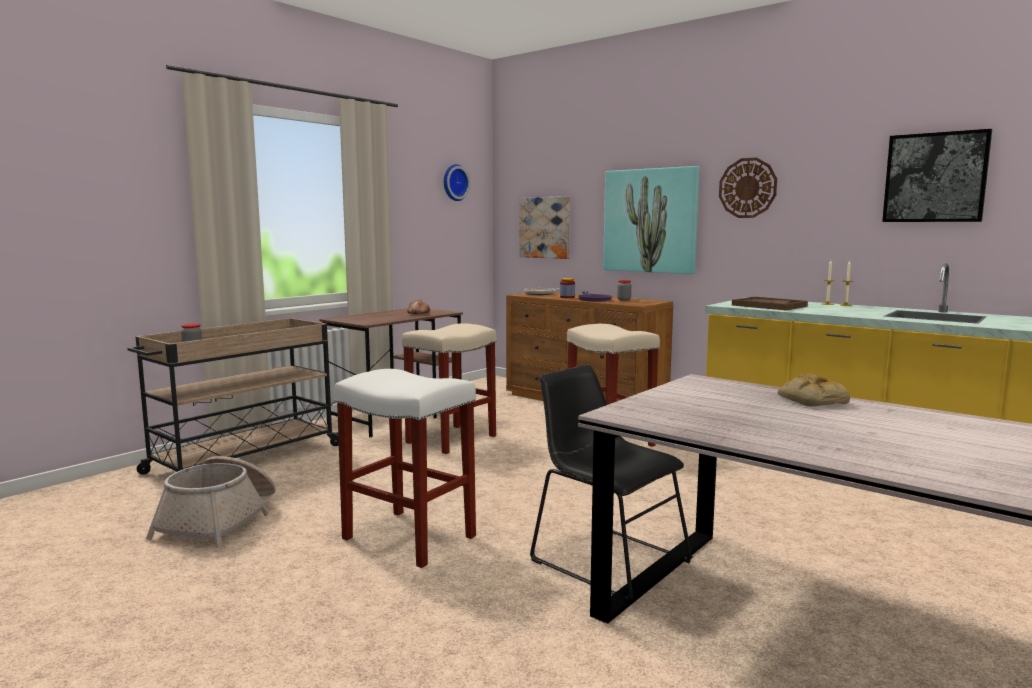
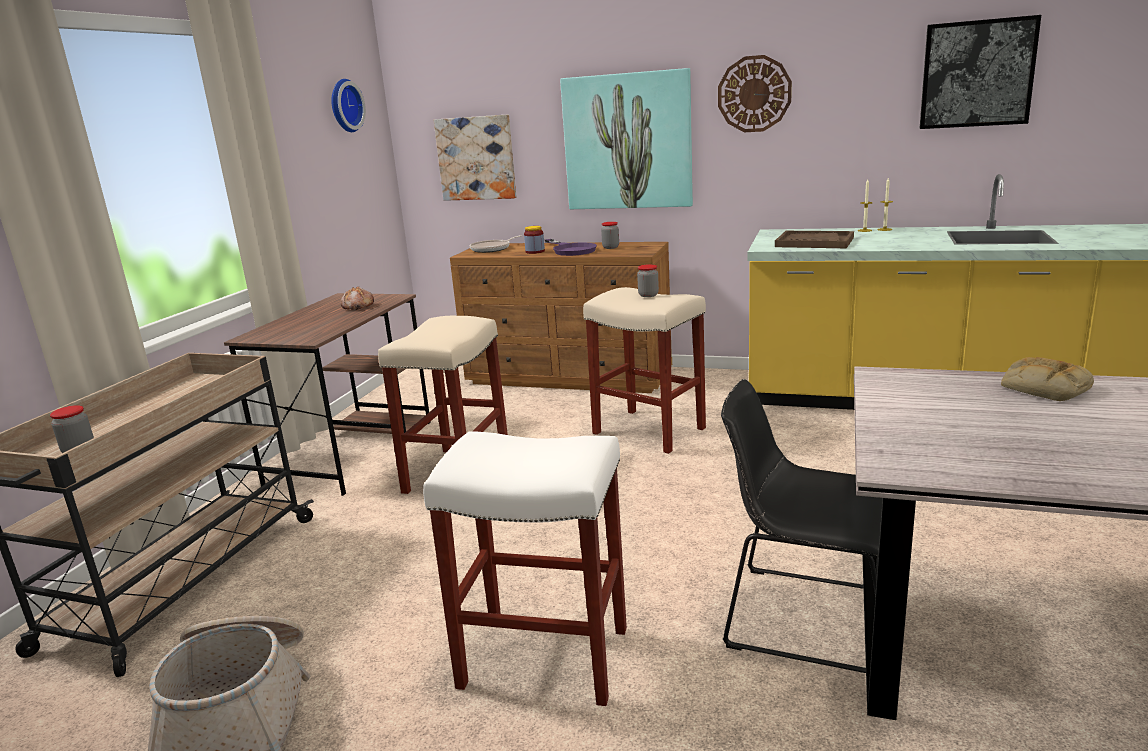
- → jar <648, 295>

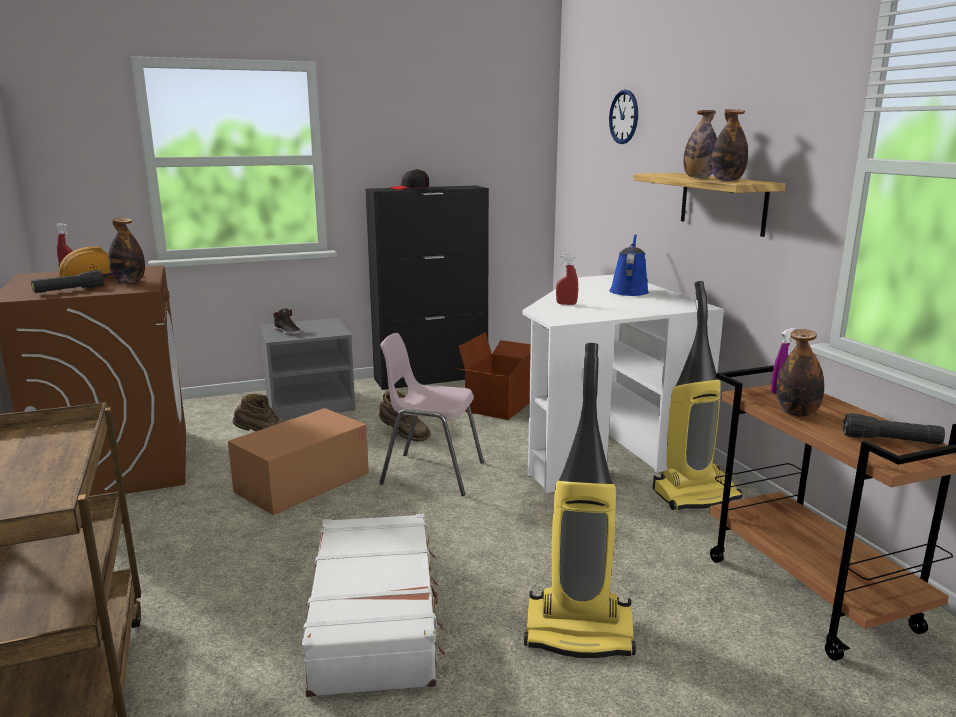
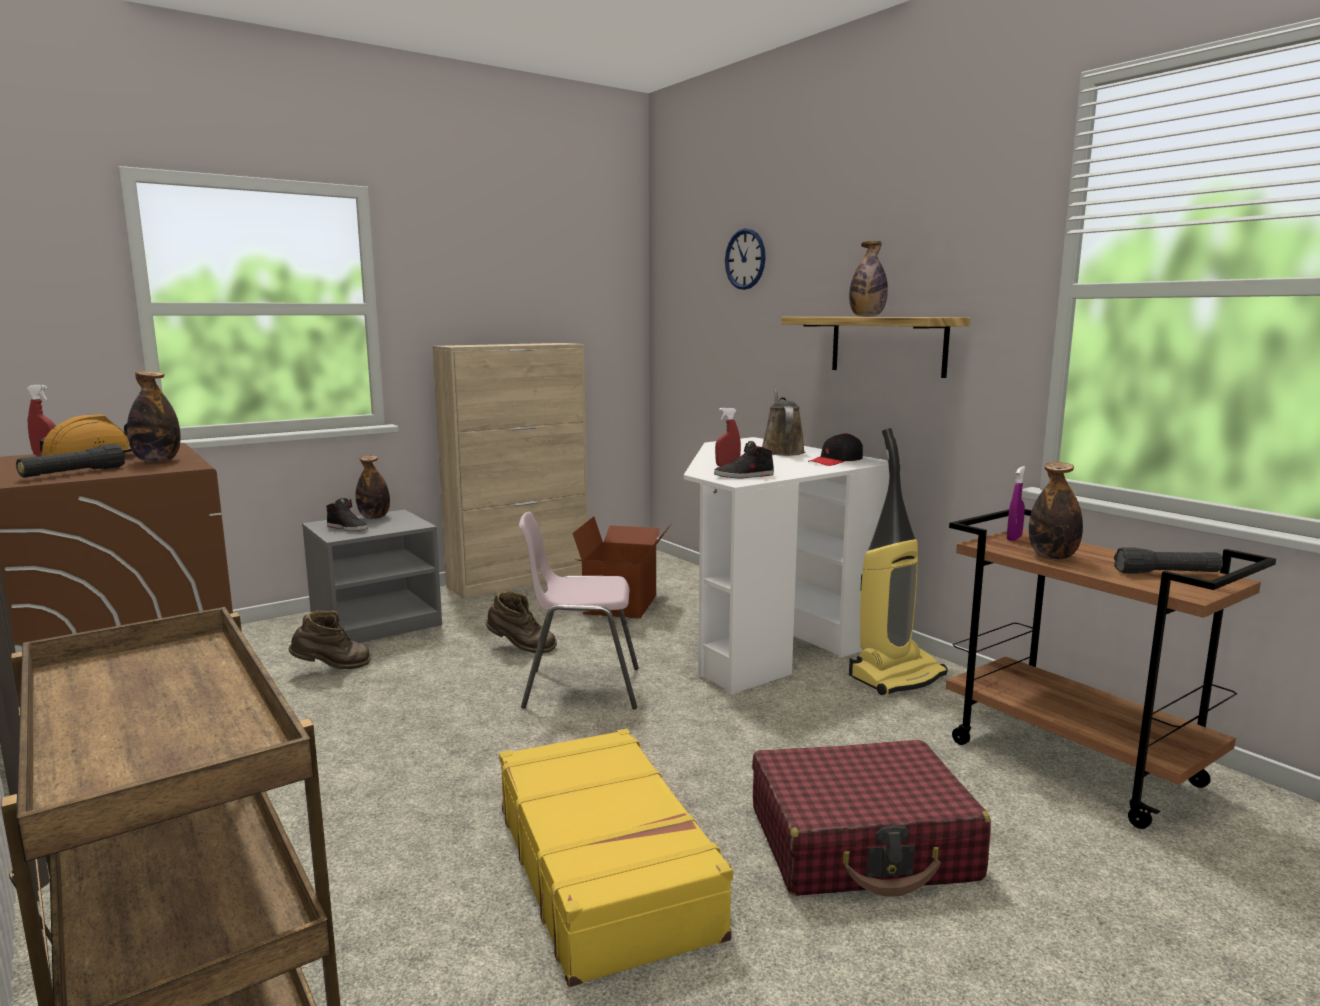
bottle <727, 180> → bottle <374, 517>, shifted
black cabinet <432, 377> → beige cabinet <520, 580>
white suitcase <376, 617> → yellow suitcase <605, 868>
- → black shoe <744, 476>
vacuum cleaner <580, 631> → red suitcase <862, 844>
blue watering can <629, 291> → brown watering can <781, 451>
black cap <410, 188> → black cap <836, 461>, shifted
cardboard box <303, 482> → -

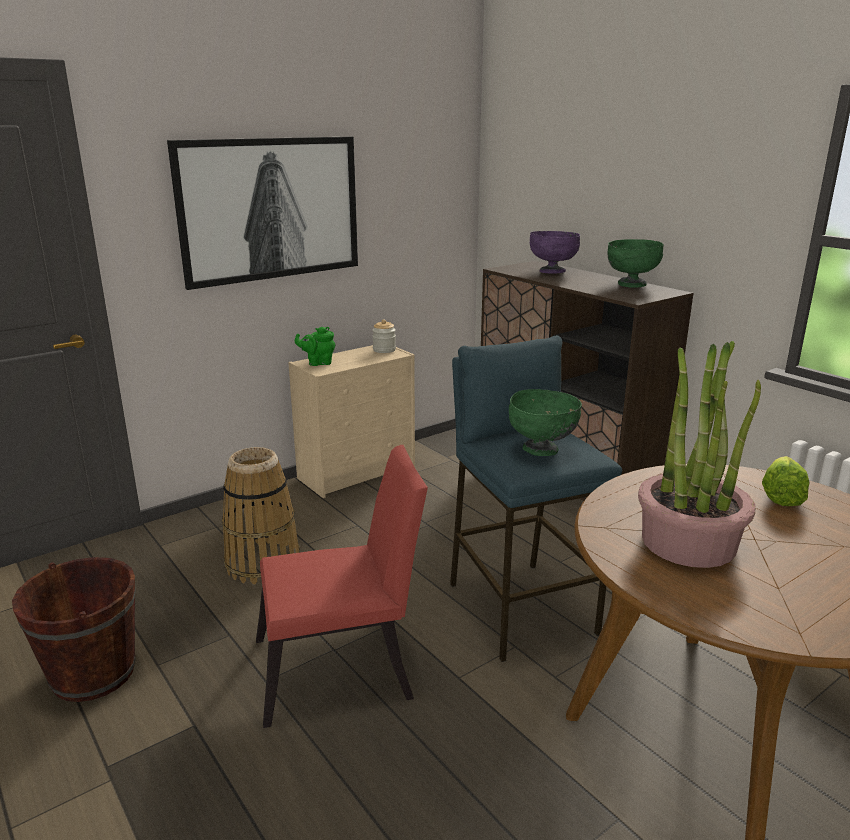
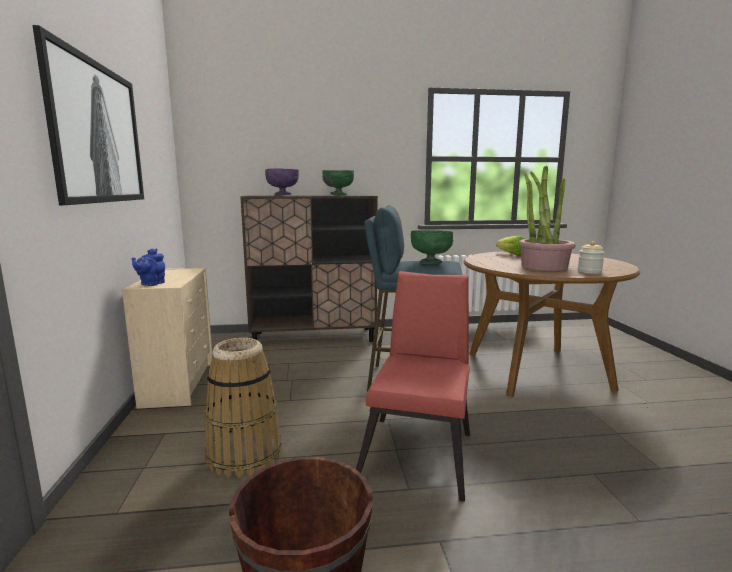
green teapot <318, 363> → blue teapot <151, 284>
jar <384, 350> → jar <589, 271>, shifted

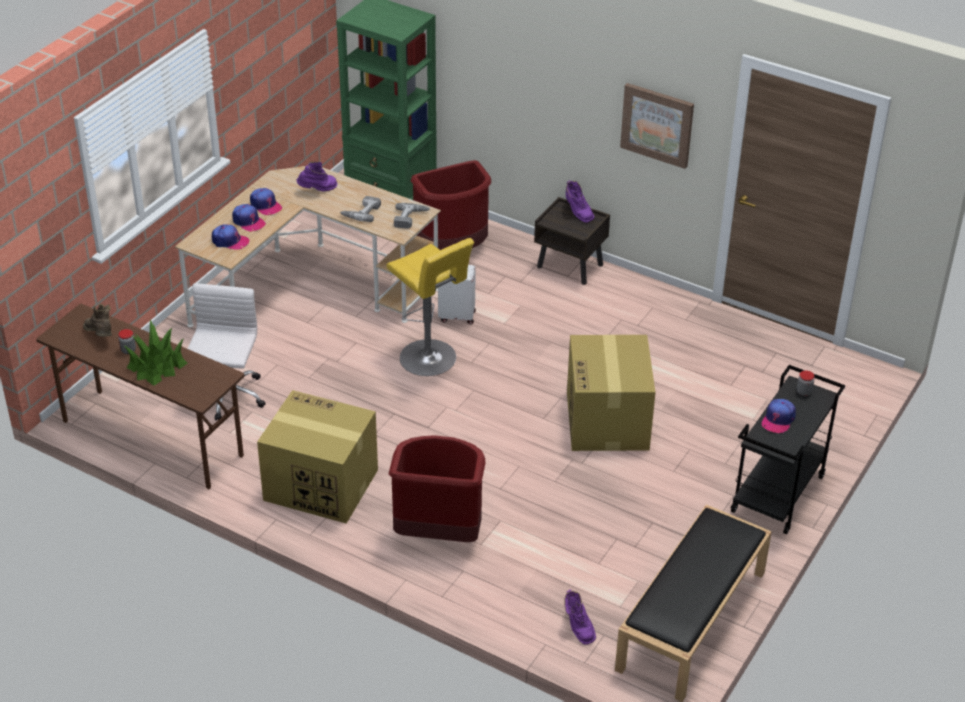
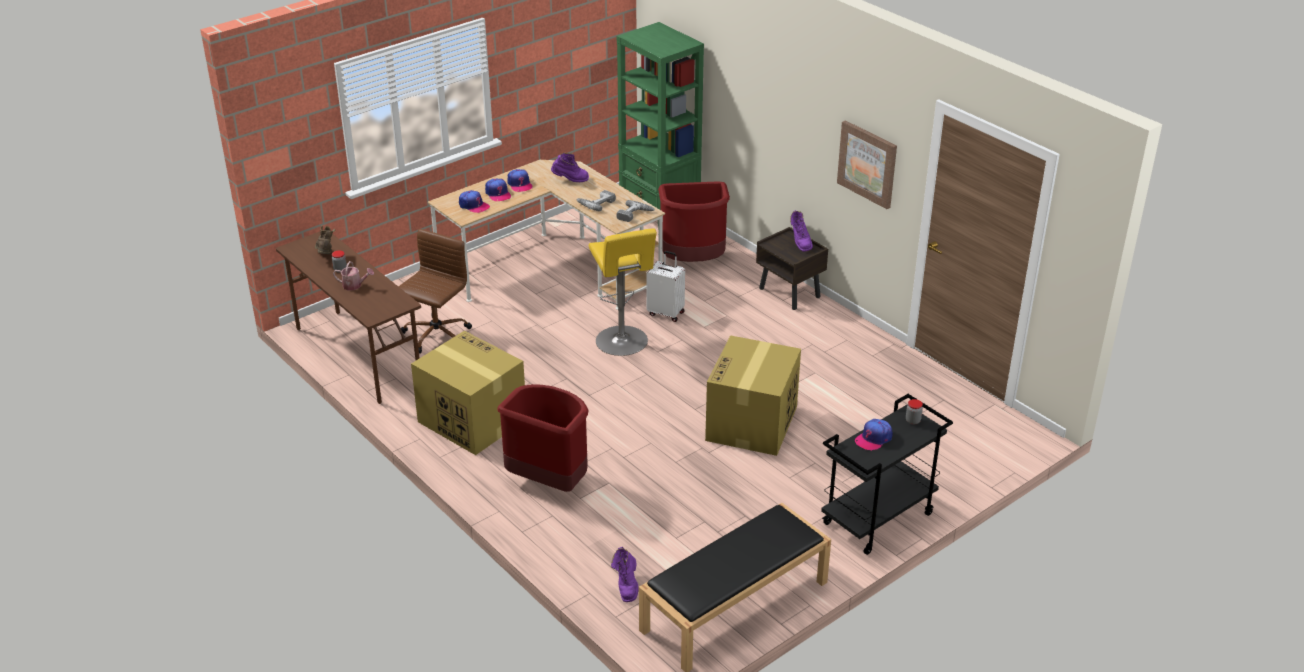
potted plant <156, 366> → watering can <354, 285>
white office chair <226, 396> → brown office chair <436, 336>

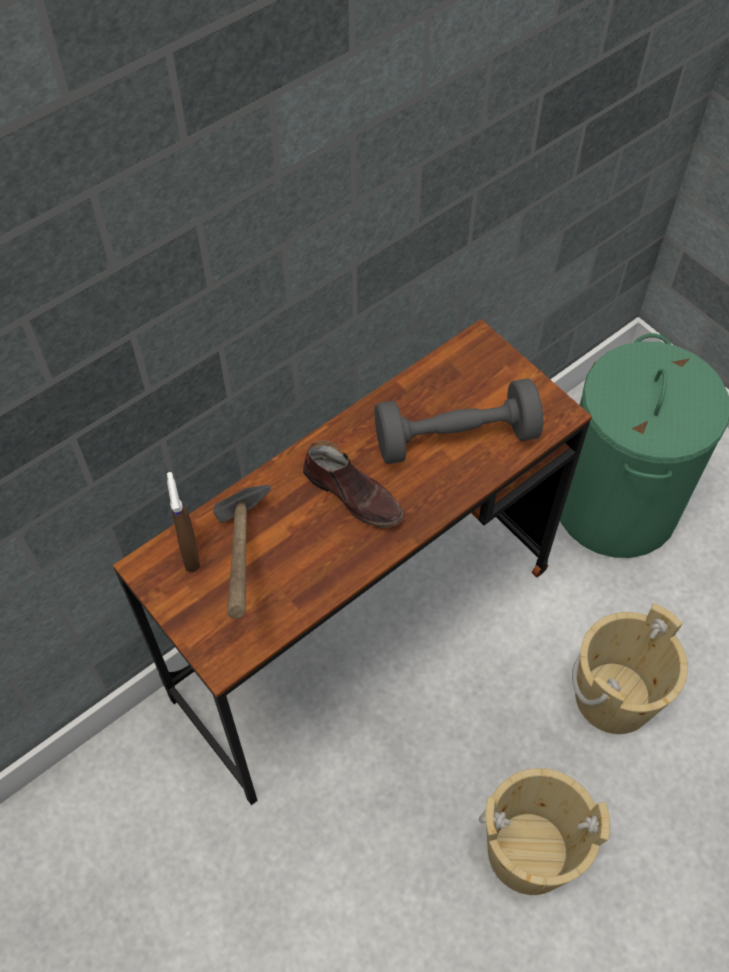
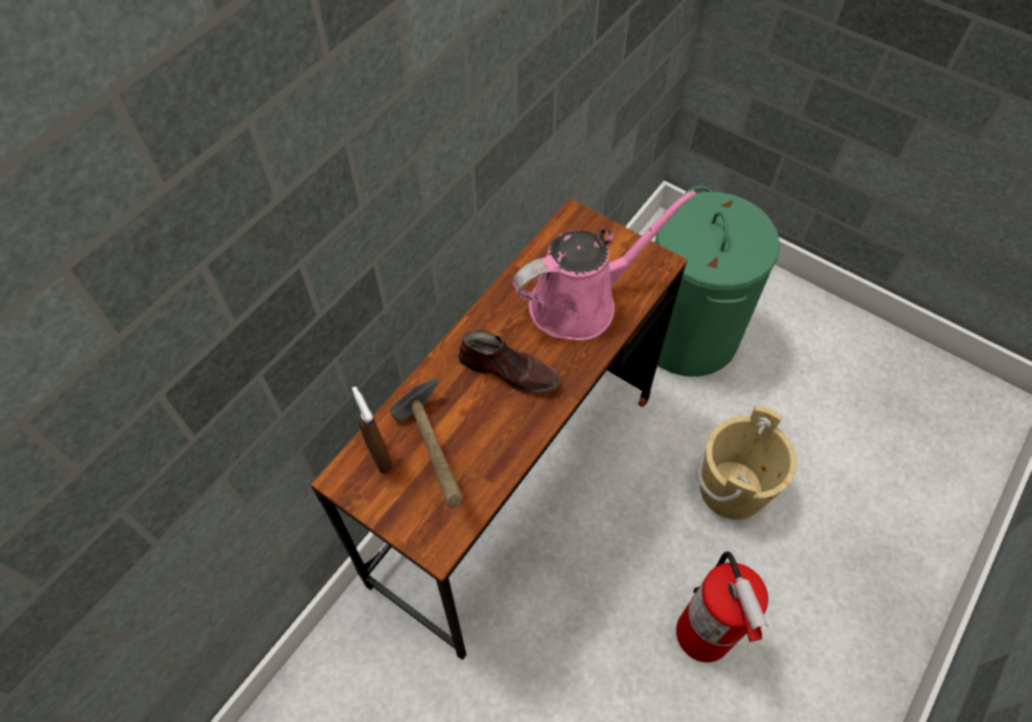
grey dumbbell <455, 438> → pink watering can <581, 302>
beige bucket <529, 851> → fire extinguisher <704, 634>

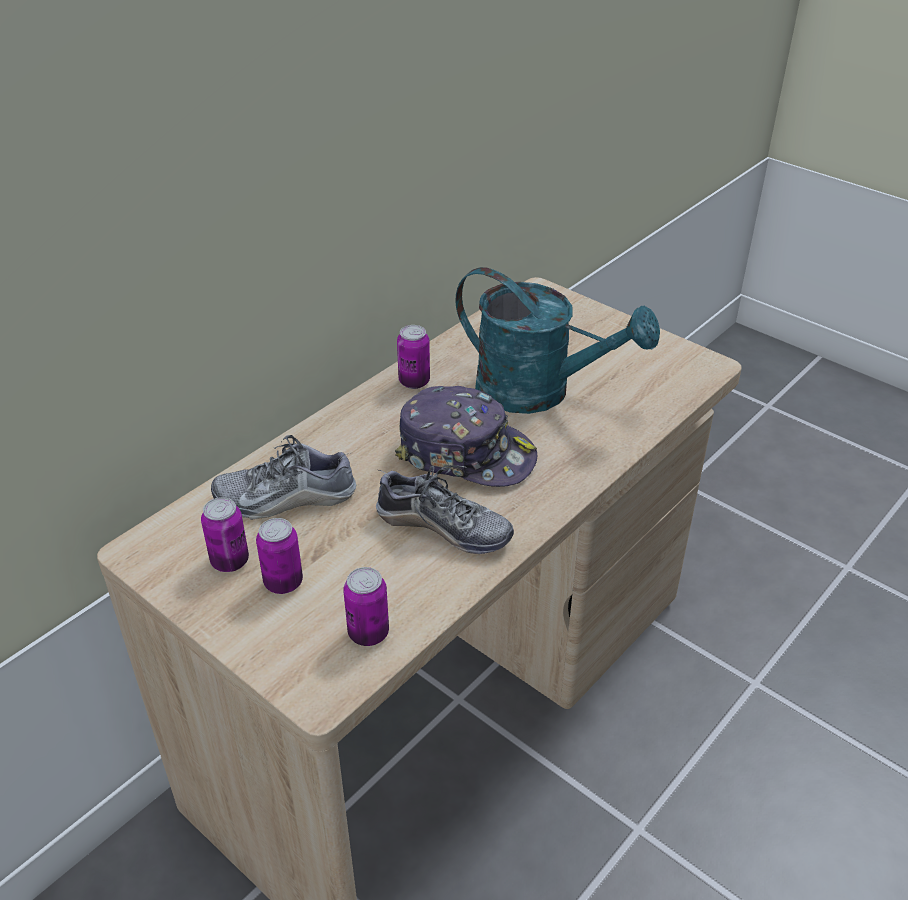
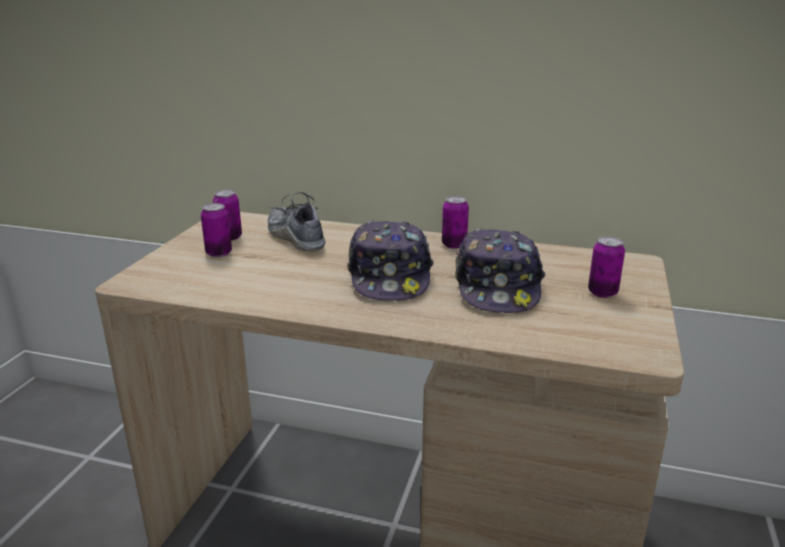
turquoise watering can <539, 392> → cap <498, 287>
can <368, 633> → can <602, 293>, shifted
shoe <444, 527> → -

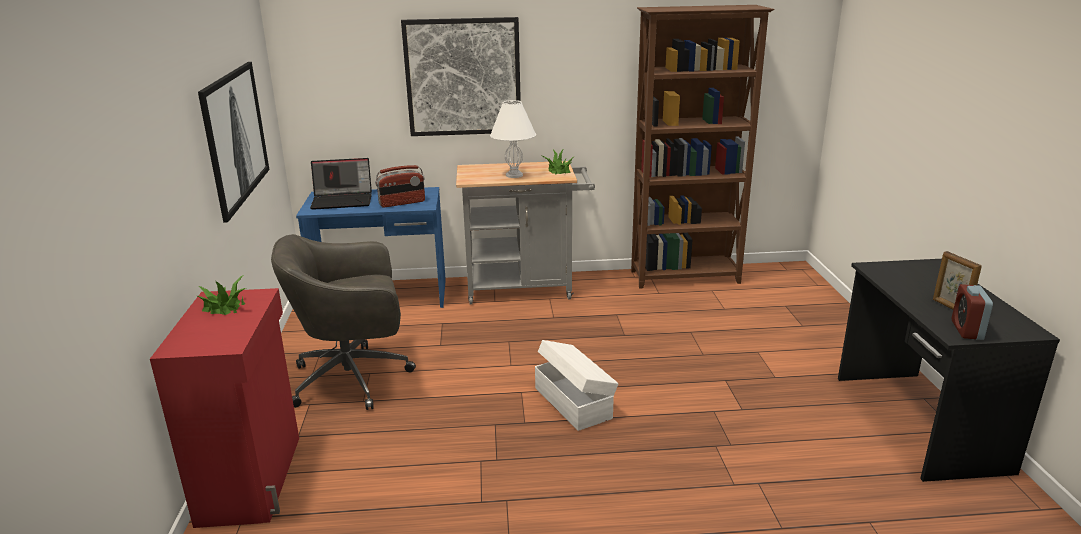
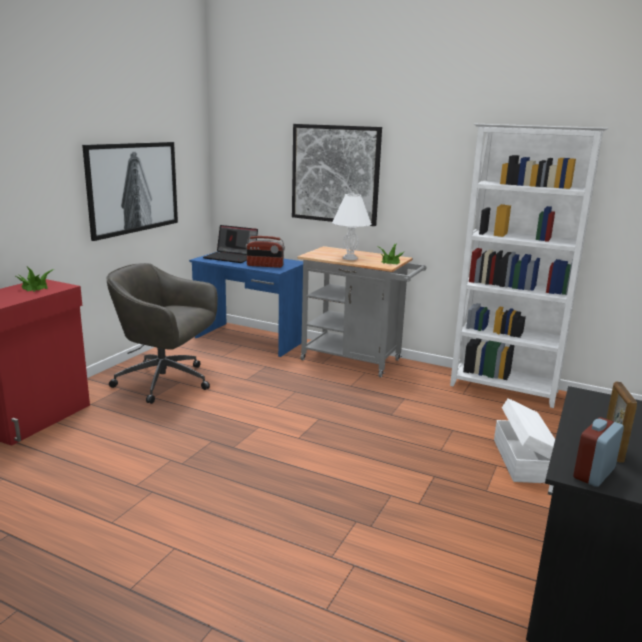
brown bookcase <686, 277> → white bookcase <504, 389>
white storage box <573, 402> → white storage box <522, 460>, shifted

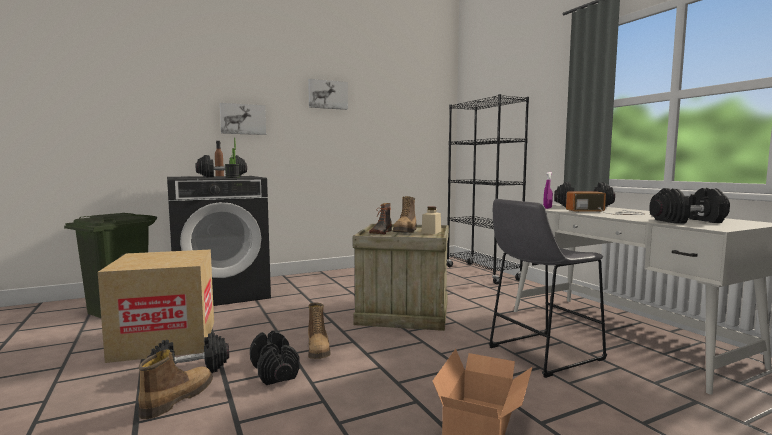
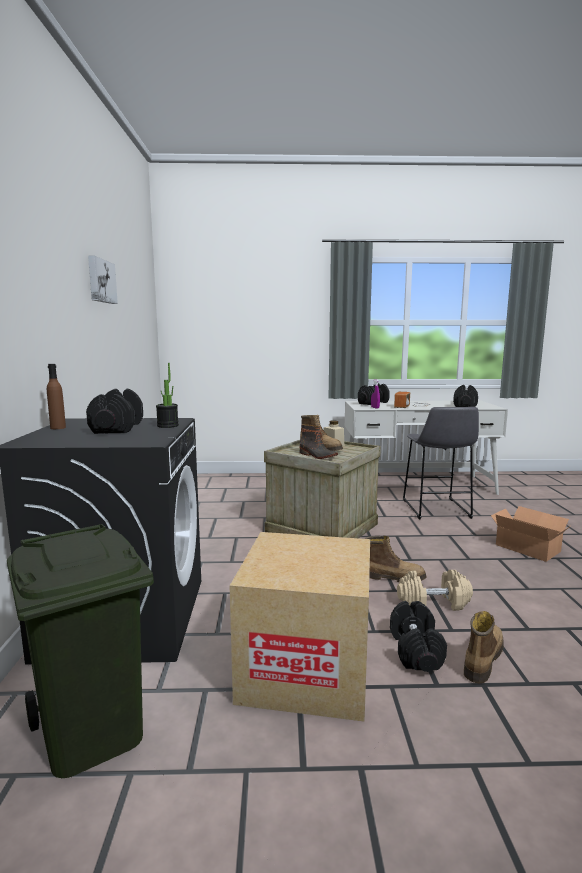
black dumbbell <274, 371> → beige dumbbell <433, 603>
boot <177, 399> → boot <482, 659>, 75 degrees clockwise
picture <243, 119> → -
black bookcase <482, 273> → -

